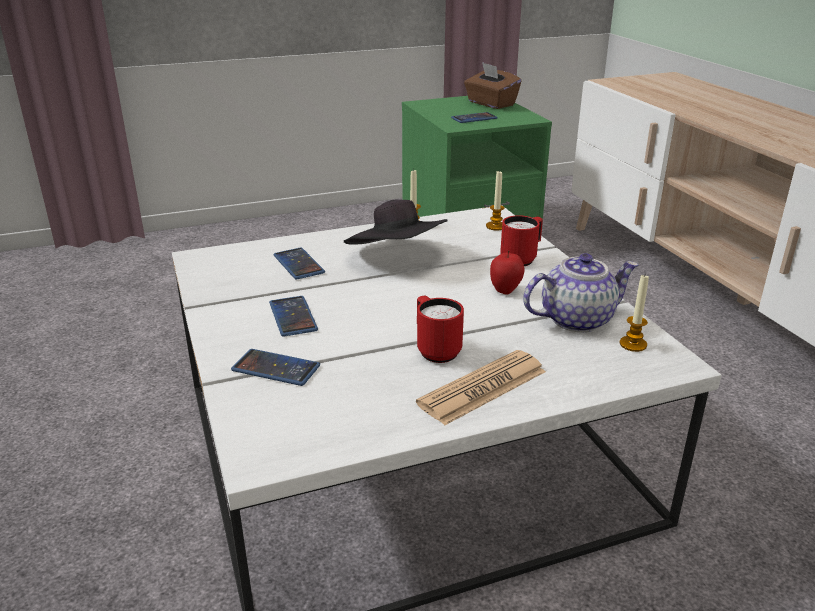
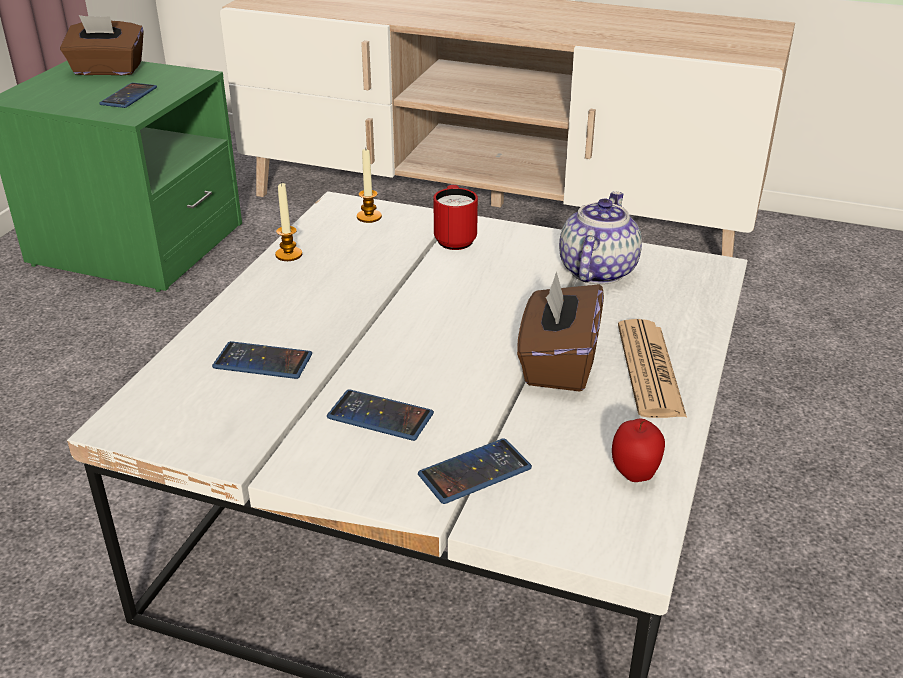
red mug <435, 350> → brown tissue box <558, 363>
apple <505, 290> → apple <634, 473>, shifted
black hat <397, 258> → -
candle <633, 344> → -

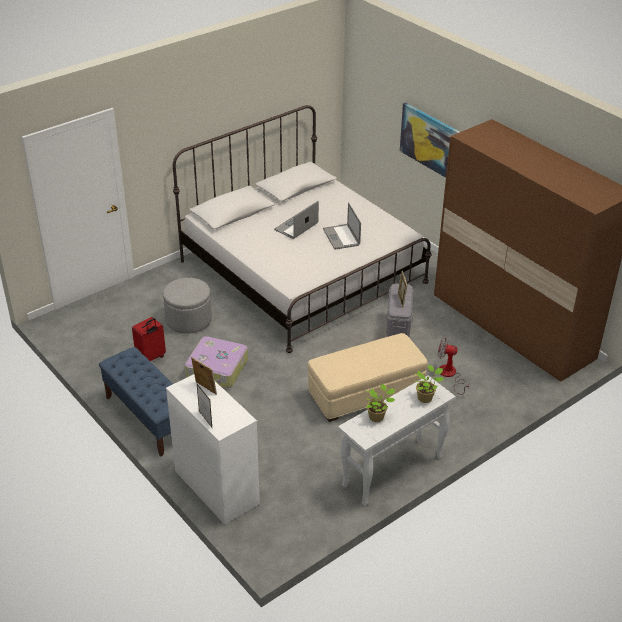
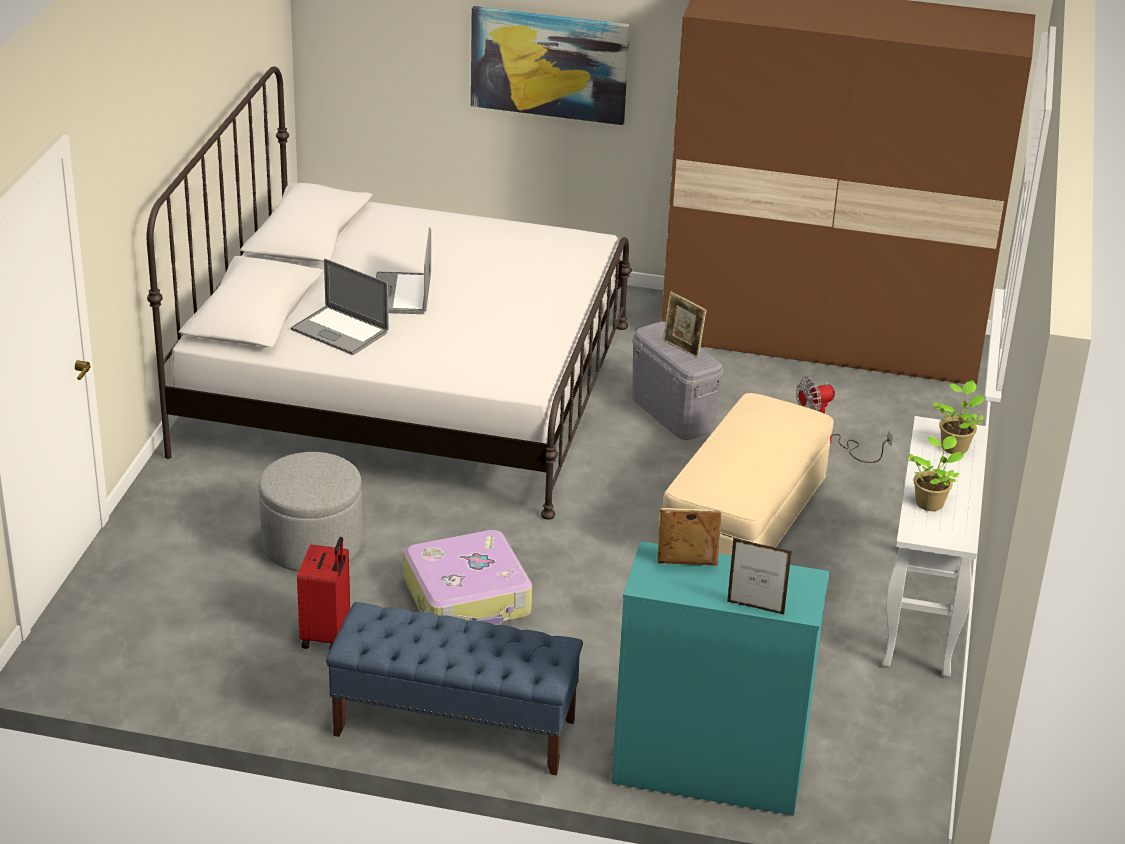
laptop <341, 237> → laptop <339, 331>, shifted
white dresser <216, 487> → turquoise dresser <709, 771>

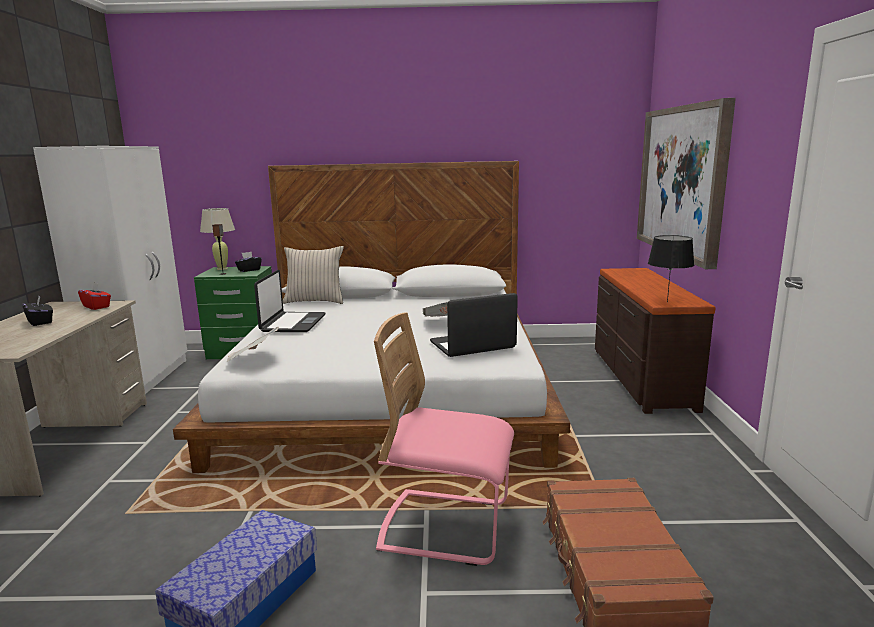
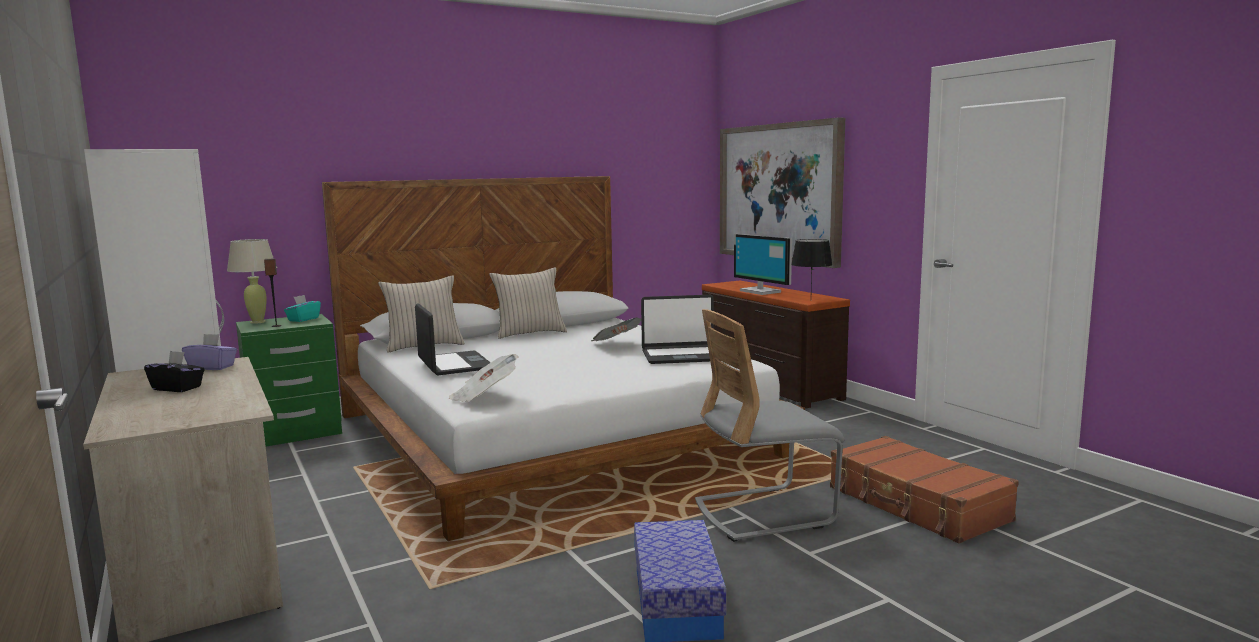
red tissue box <96, 306> → purple tissue box <212, 367>
black tissue box <249, 270> → turquoise tissue box <303, 319>
- → beige pillow <529, 333>
laptop <473, 345> → laptop <681, 356>, 135 degrees counterclockwise
pink chair <446, 527> → grey chair <763, 513>
- → monitor <761, 291>

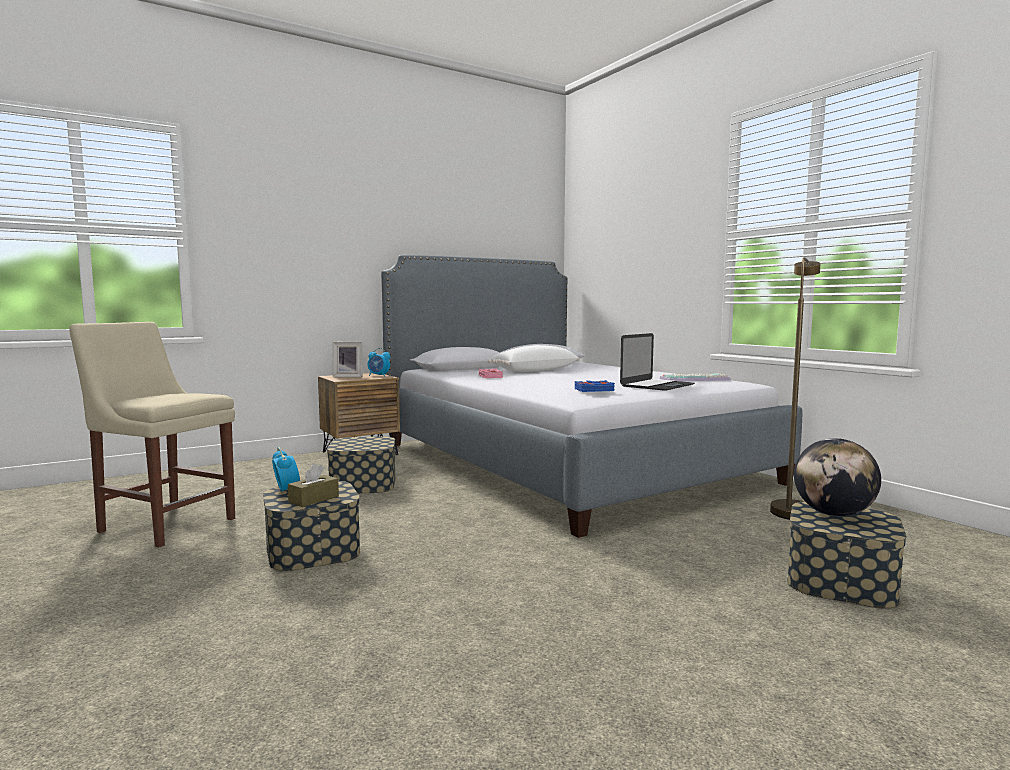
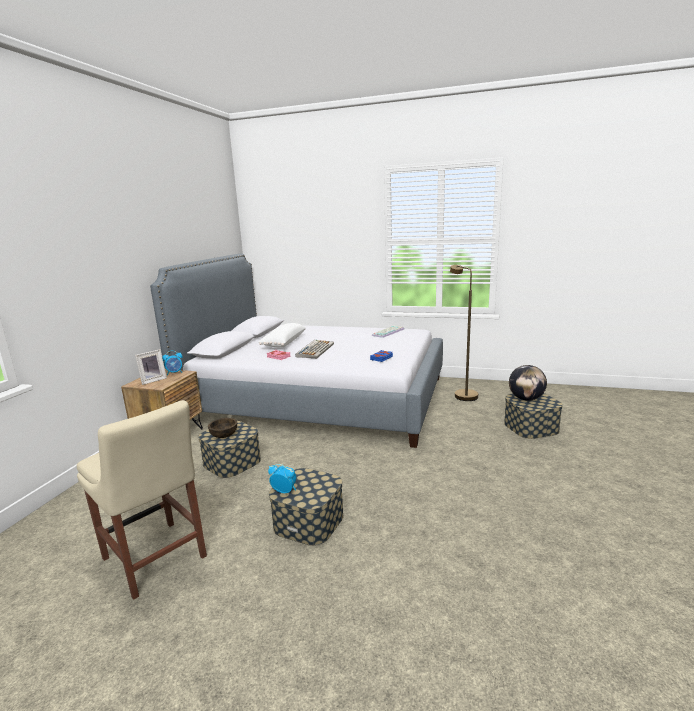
beige chair <164, 524> → beige chair <156, 560>, 120 degrees counterclockwise
- → brown bowl <224, 435>
- → keyboard <315, 350>
brown tissue box <314, 499> → -
laptop <657, 385> → -

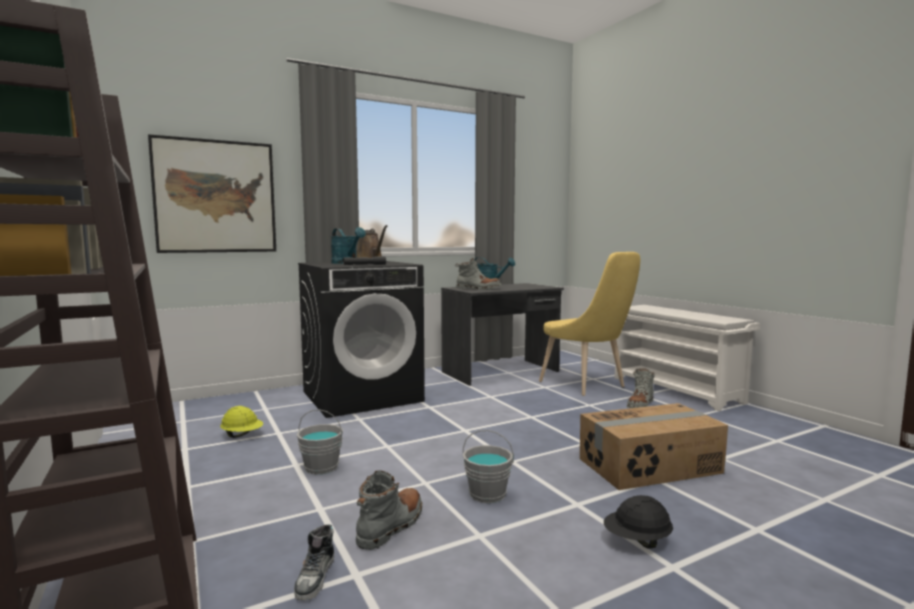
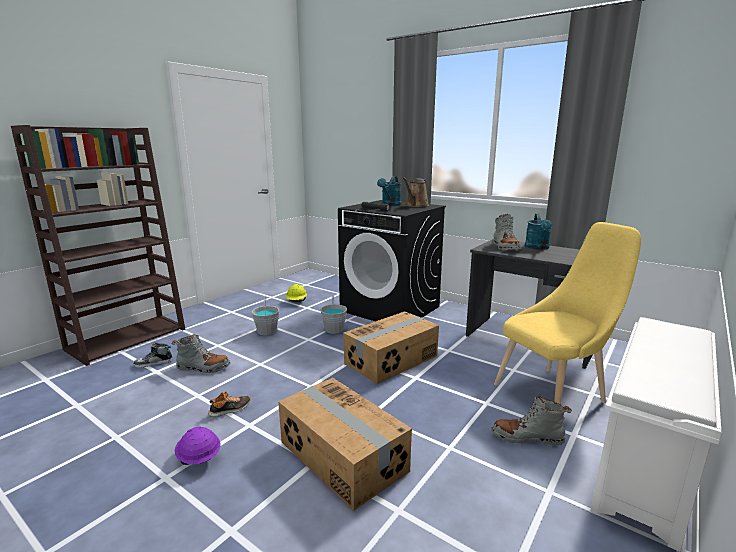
black hard hat <637, 541> → purple hard hat <199, 458>
- → shoe <230, 409>
grey bucket <487, 494> → grey bucket <334, 329>, shifted
- → cardboard box <392, 360>
yellow chair <586, 385> → yellow chair <555, 392>, 150 degrees counterclockwise
picture <215, 197> → -

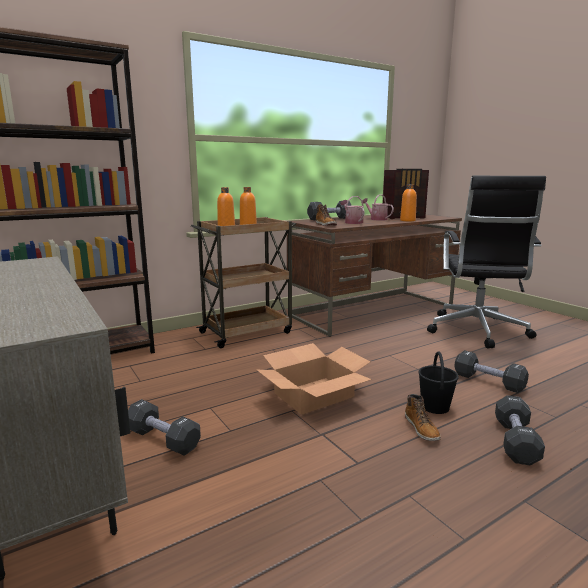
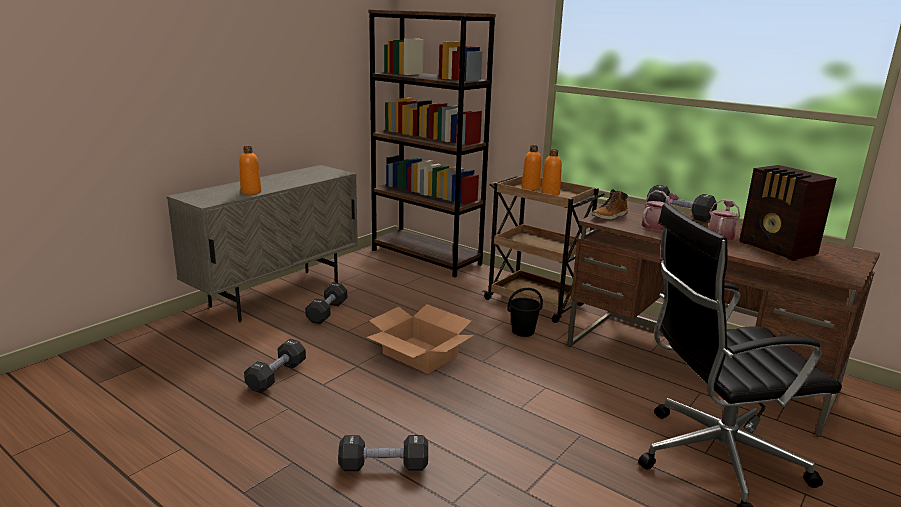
orange bottle <407, 220> → orange bottle <251, 192>, shifted
black dumbbell <488, 382> → black dumbbell <276, 376>, shifted
black bucket <435, 406> → black bucket <523, 331>, shifted
boot <422, 429> → -

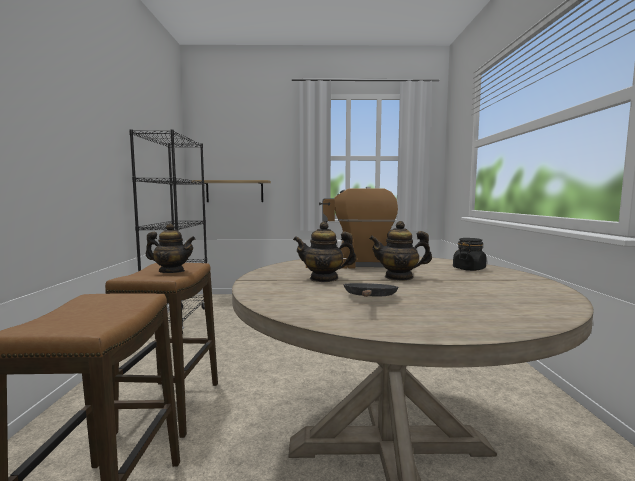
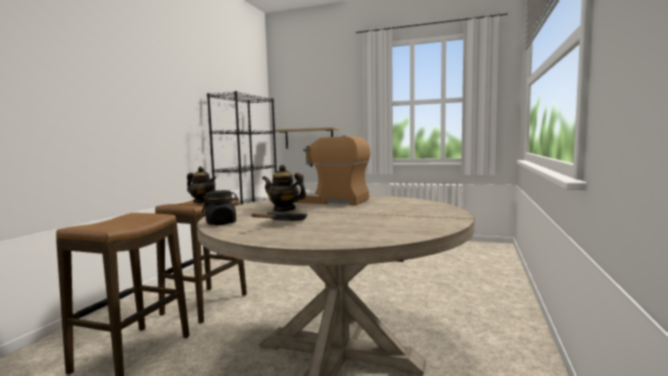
black jar <469, 269> → black jar <221, 223>, shifted
teapot <399, 277> → -

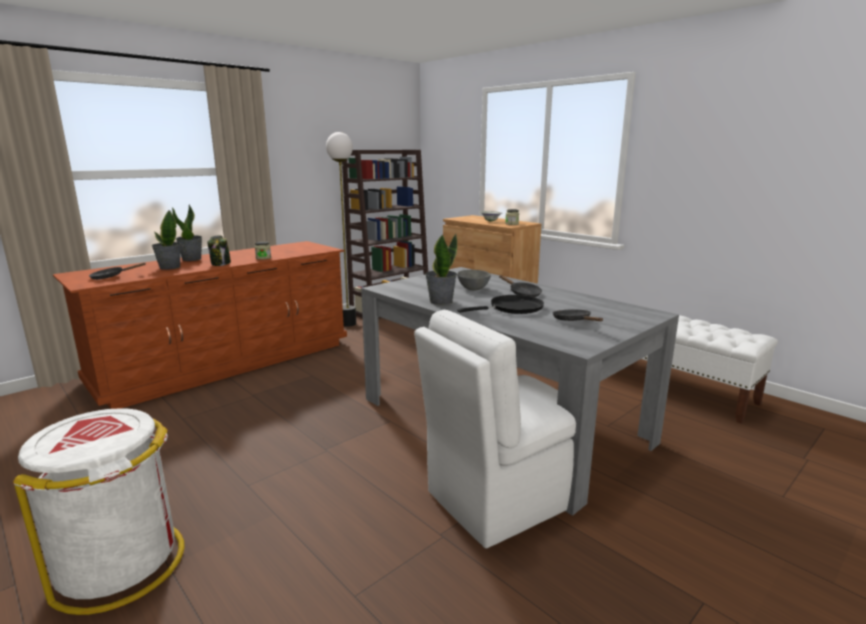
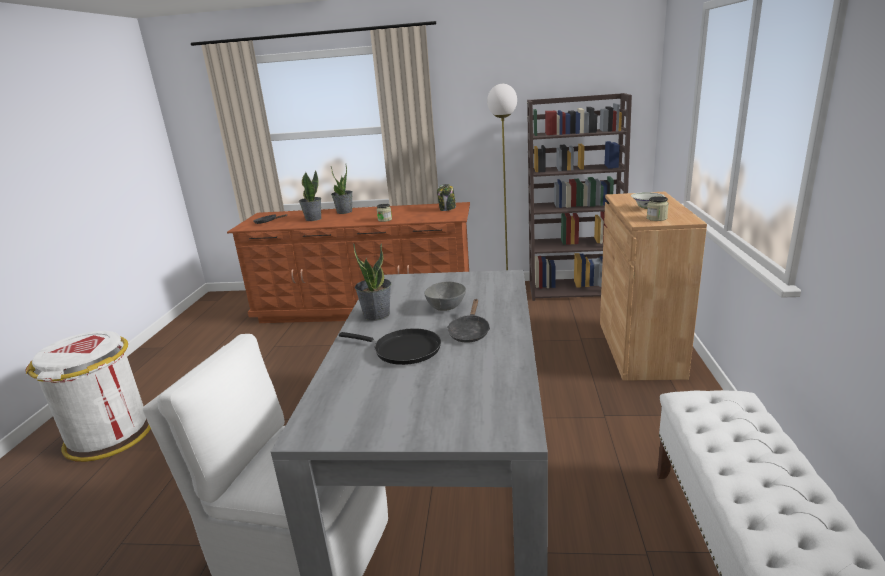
jar <221, 264> → jar <447, 209>, shifted
black frying pan <574, 321> → -

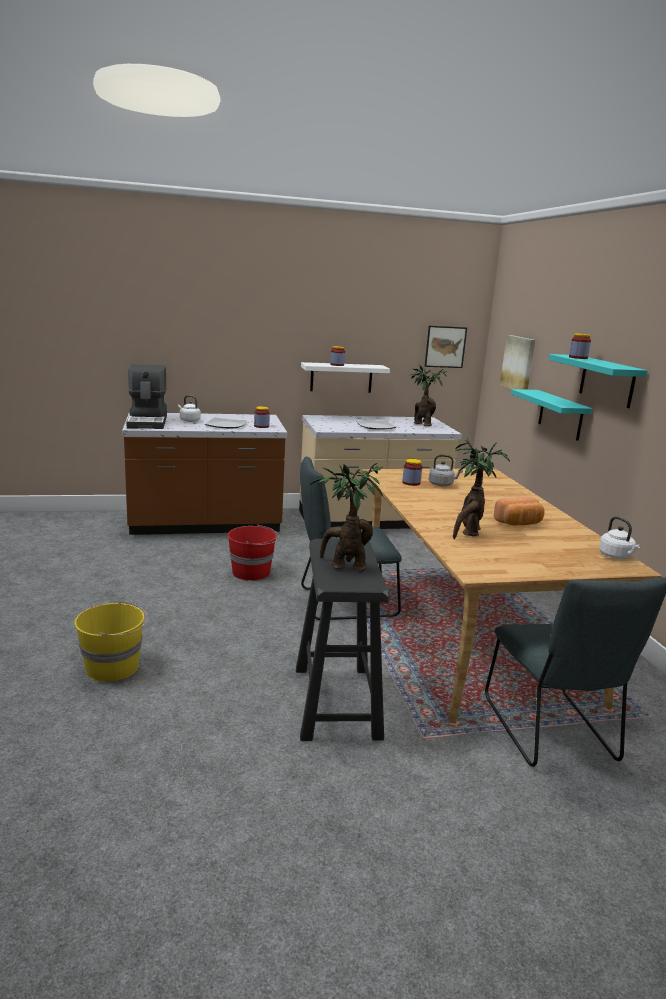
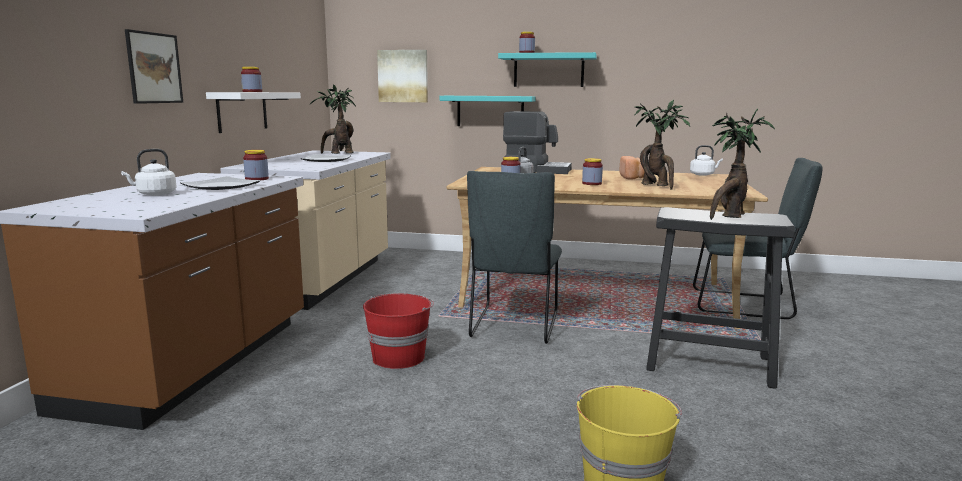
picture <445, 347> → picture <154, 68>, shifted
coffee machine <148, 422> → coffee machine <536, 170>, shifted
- → jar <591, 183>

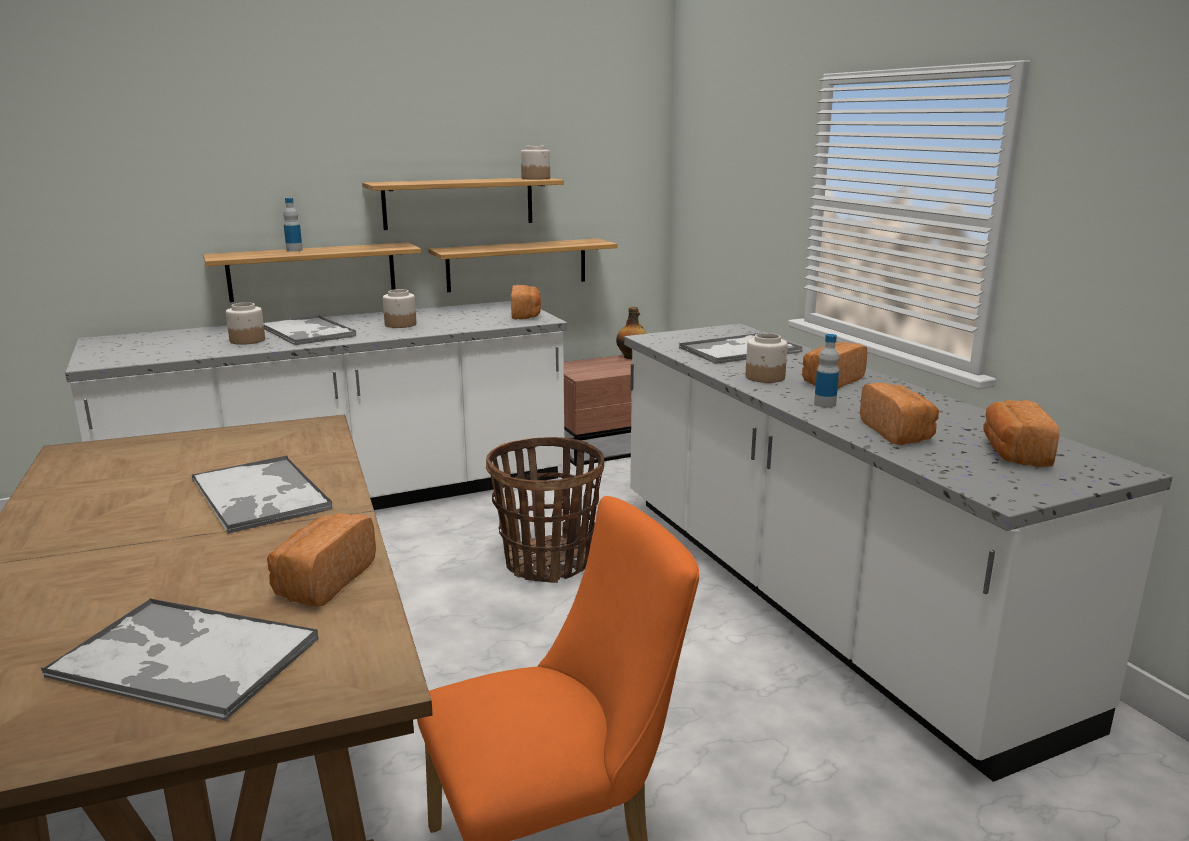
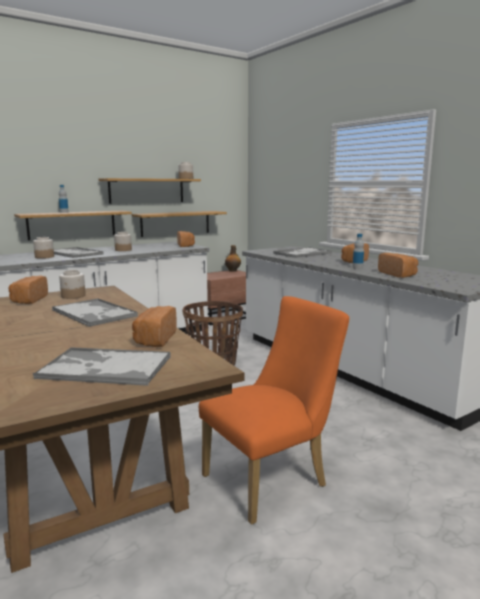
bread <1013, 453> → bread <28, 300>, shifted
jar <765, 377> → jar <73, 296>, shifted

